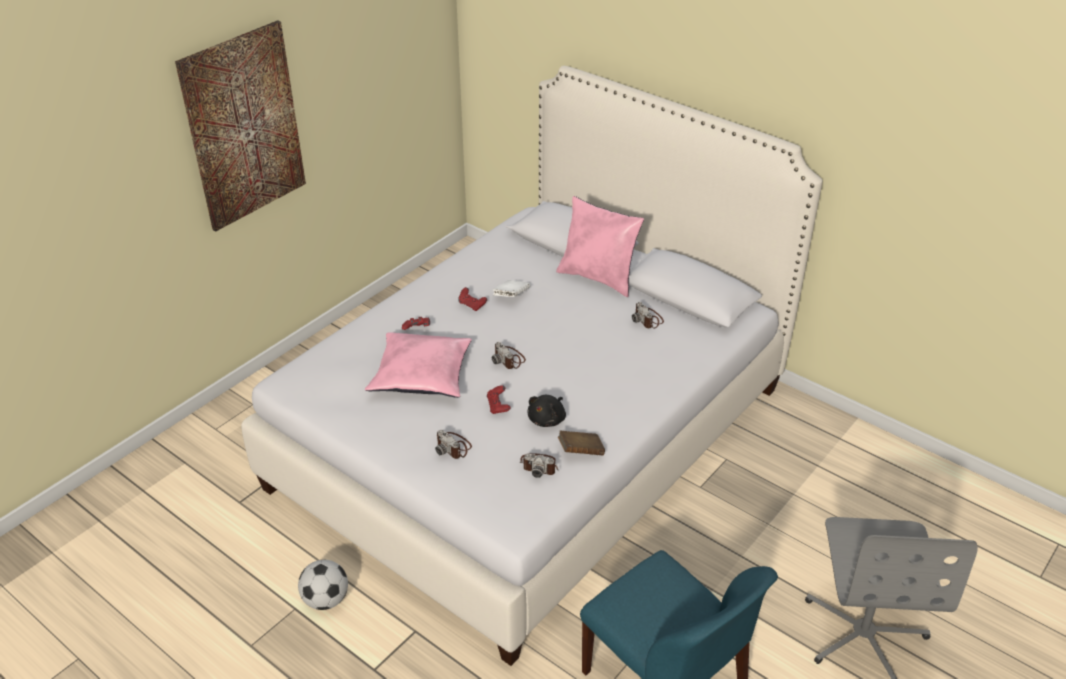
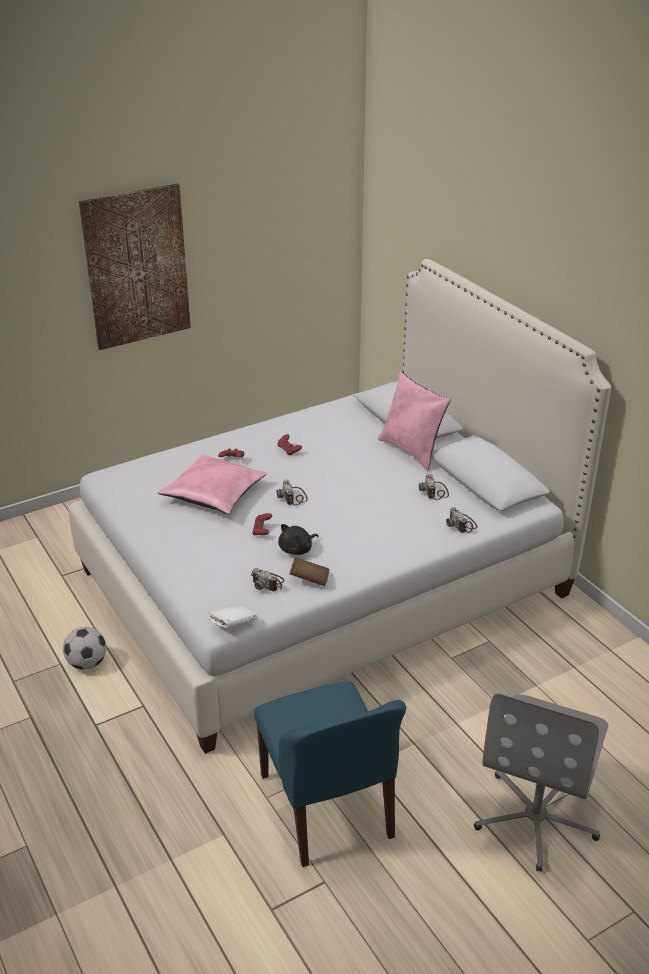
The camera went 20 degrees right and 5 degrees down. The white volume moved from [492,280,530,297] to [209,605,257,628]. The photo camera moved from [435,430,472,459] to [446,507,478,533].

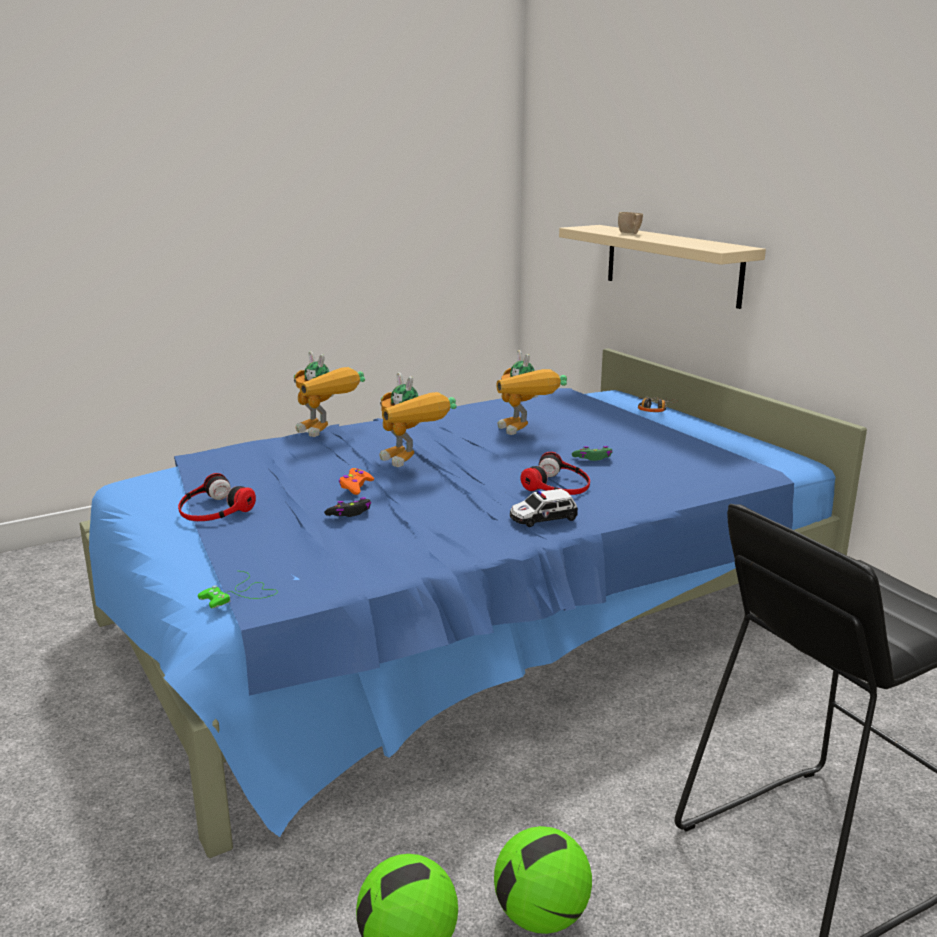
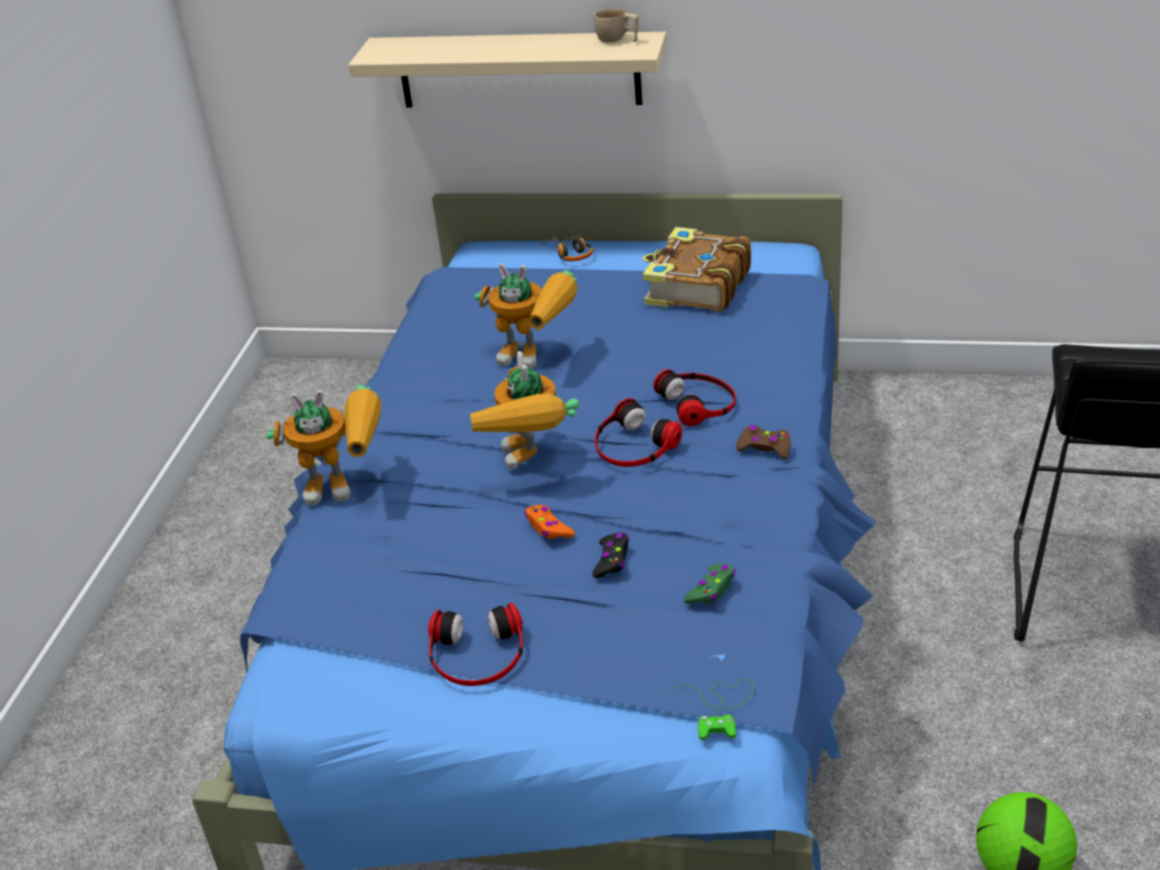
The camera went 45 degrees left and 15 degrees up. The toy robot at [380,372,456,467] turned 75 degrees clockwise. The sand-coloured cup moved from [618,212,643,234] to [594,9,639,43]. The headset at [595,398,682,467] appeared. The volume at [642,227,751,312] appeared. The greenish game controller moved from [572,446,612,461] to [684,564,735,604]. The toy car at [510,489,578,527] was replaced by the brown-coloured game controller at [736,425,791,459]. The football ball at [494,826,592,934] disappeared.

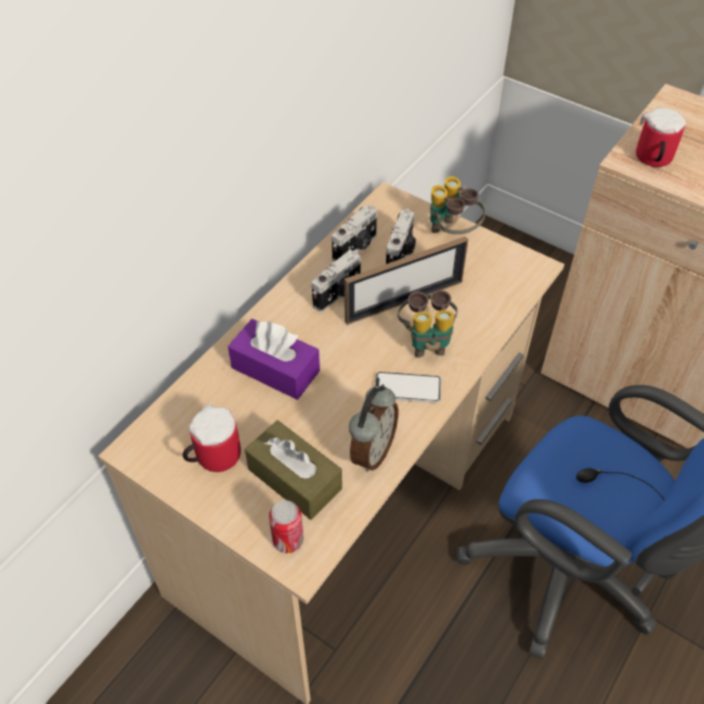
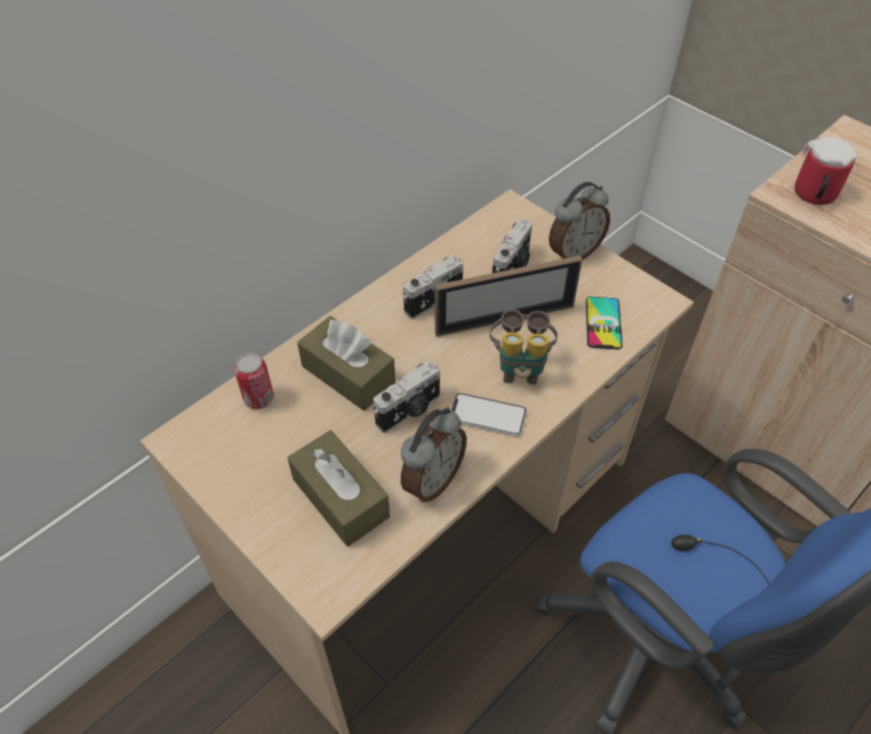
The camera went 10 degrees right and 0 degrees up. The sealed can moved from [269,500,304,553] to [234,353,274,409]. The purple-coloured tissue box at [228,319,320,400] became the brown-coloured tissue box at [297,316,396,411]. The photo camera moved from [332,205,377,262] to [373,361,440,433]. The pair of binoculars at [430,176,486,234] was replaced by the bedside clock at [549,182,610,259]. The phone at [586,297,622,349] appeared. The tea mug at [183,404,241,472] disappeared.

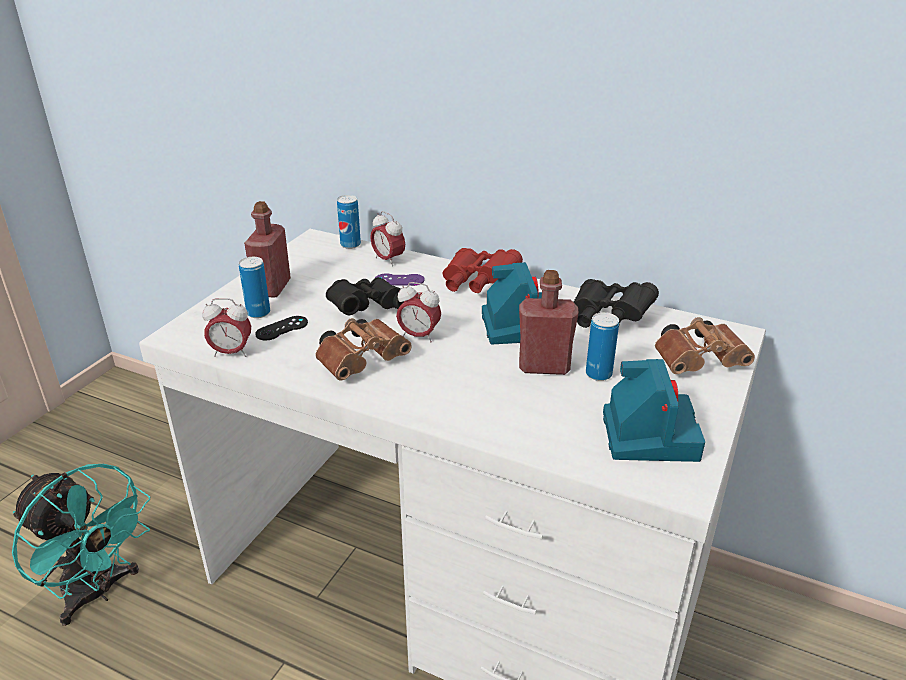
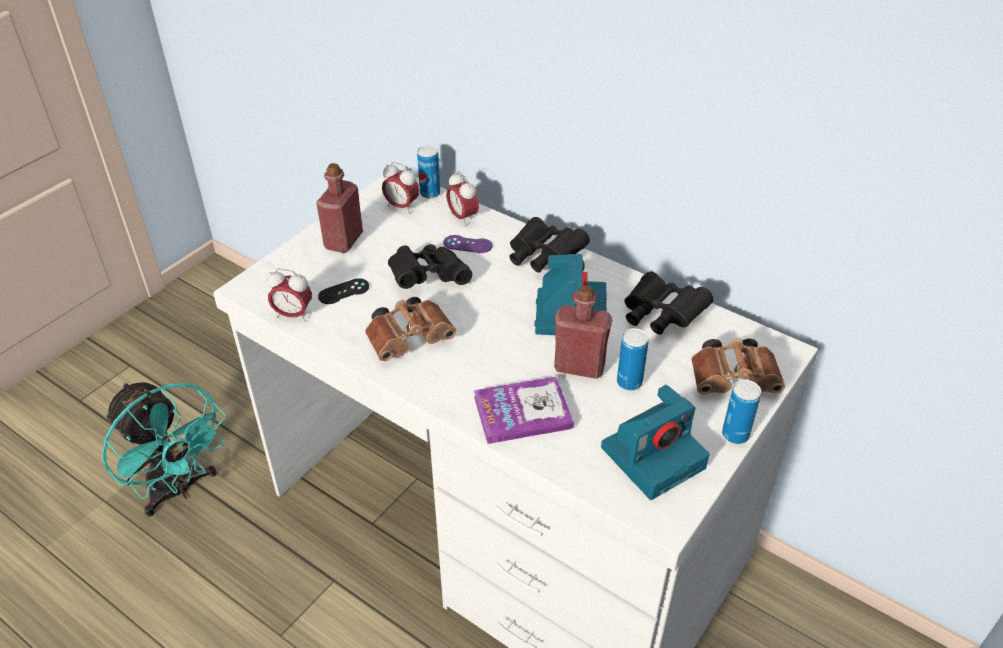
The camera went 10 degrees right and 10 degrees up. The bedside clock moved from [396,282,441,342] to [382,162,419,214]. The volume at [474,376,574,444] appeared. The red-coloured pair of binoculars at [443,248,523,293] became the black pair of binoculars at [509,217,590,273]. The photo camera at [603,359,705,462] turned 45 degrees clockwise. The sealed can moved from [239,257,270,318] to [722,380,761,444].

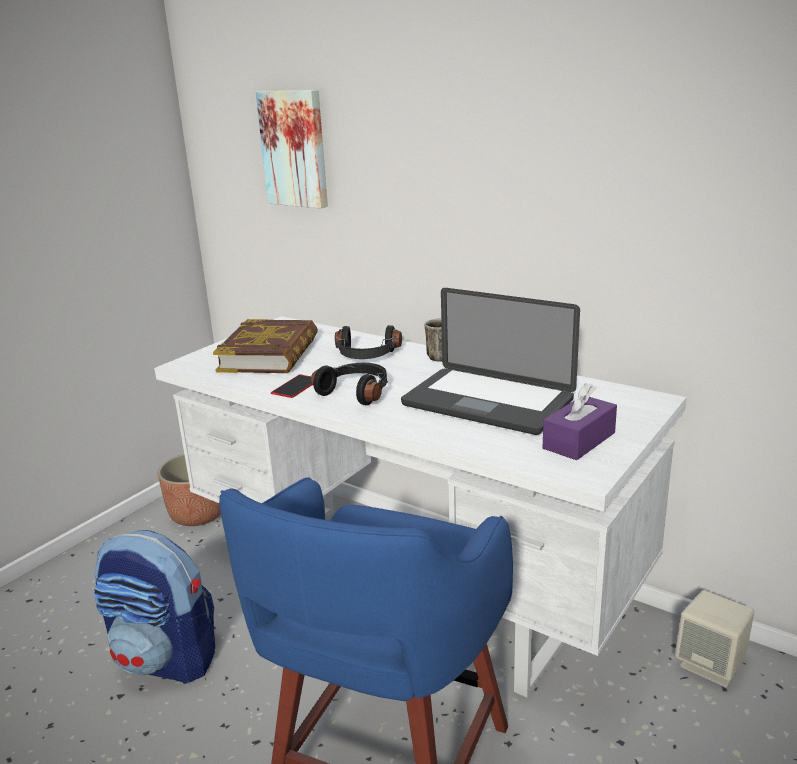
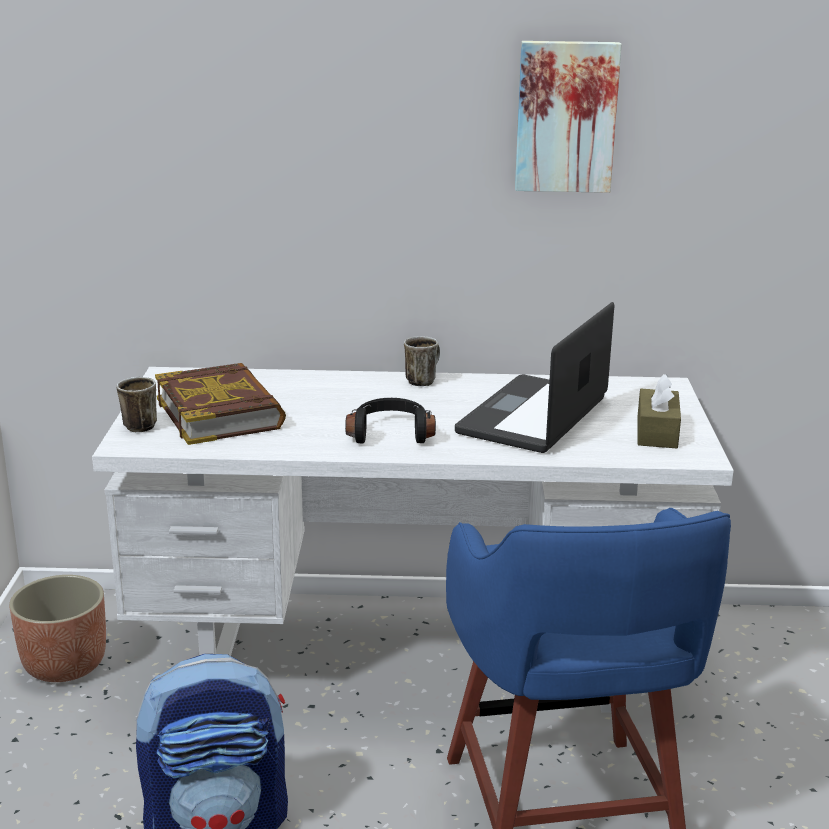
The camera went 35 degrees left and 0 degrees up. The tea mug at [116,377,157,432] appeared. The notebook computer at [401,288,580,435] turned 120 degrees clockwise. The picture moved from [256,90,328,209] to [515,41,622,193]. The purple-coloured tissue box at [543,383,617,460] became the brown-coloured tissue box at [637,374,681,448]. The phone at [271,374,312,398] disappeared. The black headset at [335,325,402,359] disappeared. The sand-coloured loudspeaker at [675,590,754,687] disappeared.

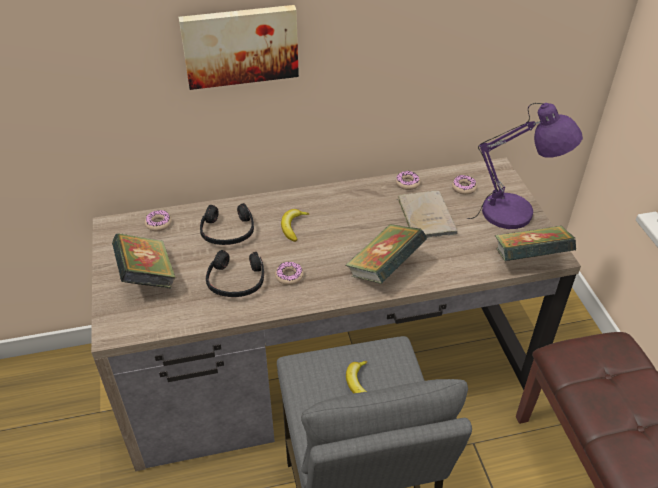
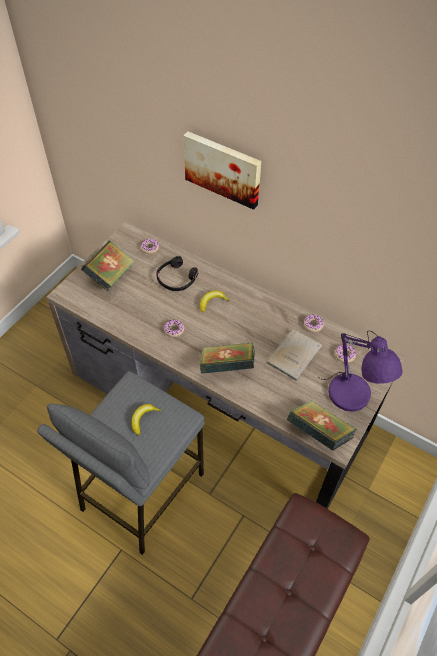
The camera went 45 degrees right and 10 degrees up. The black headset at [206,250,264,297] disappeared.

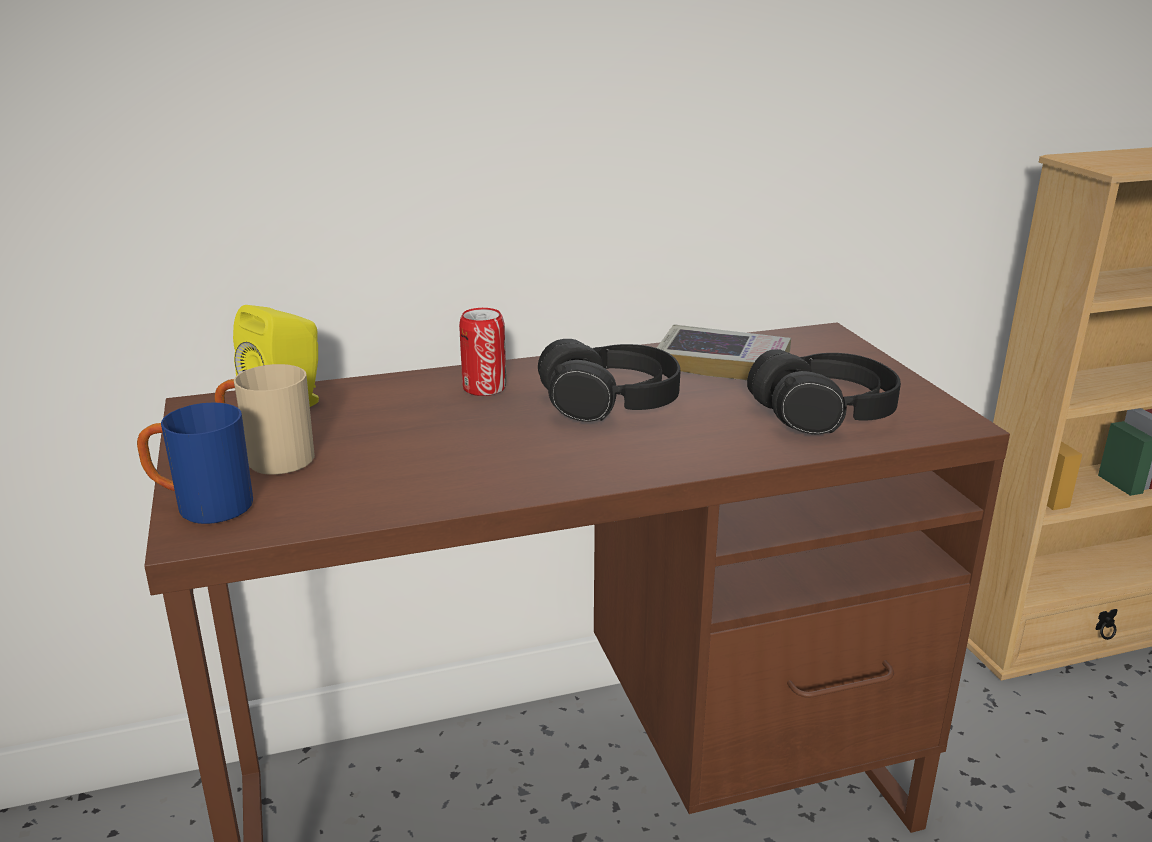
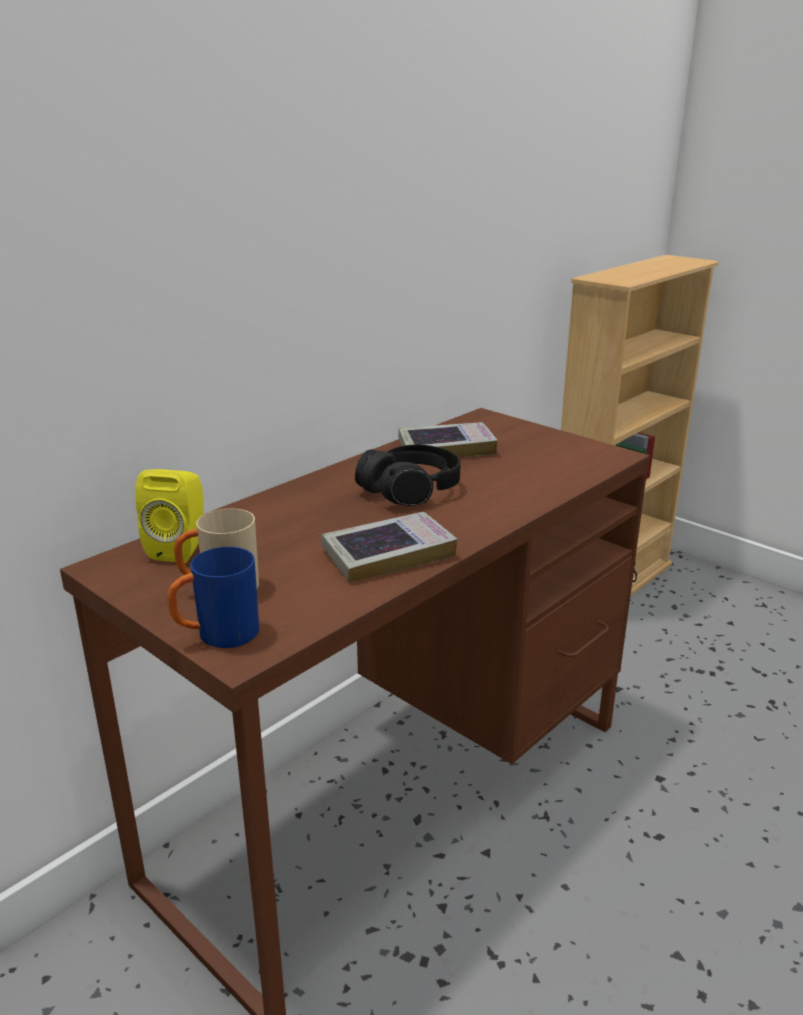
The camera went 30 degrees left and 0 degrees up. The volume at [322,512,457,583] appeared. The sealed can at [459,308,506,396] disappeared. The black headset at [747,349,901,435] disappeared.

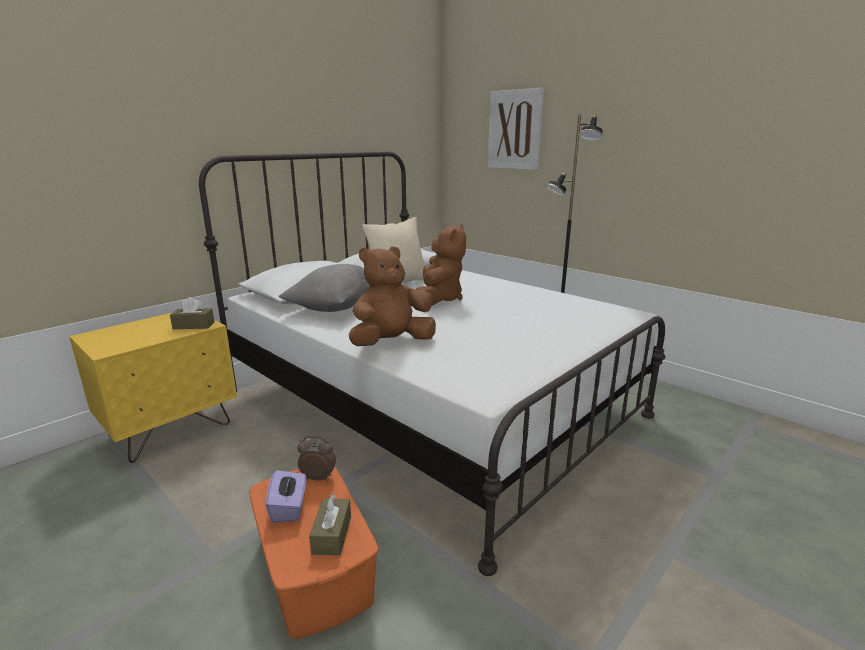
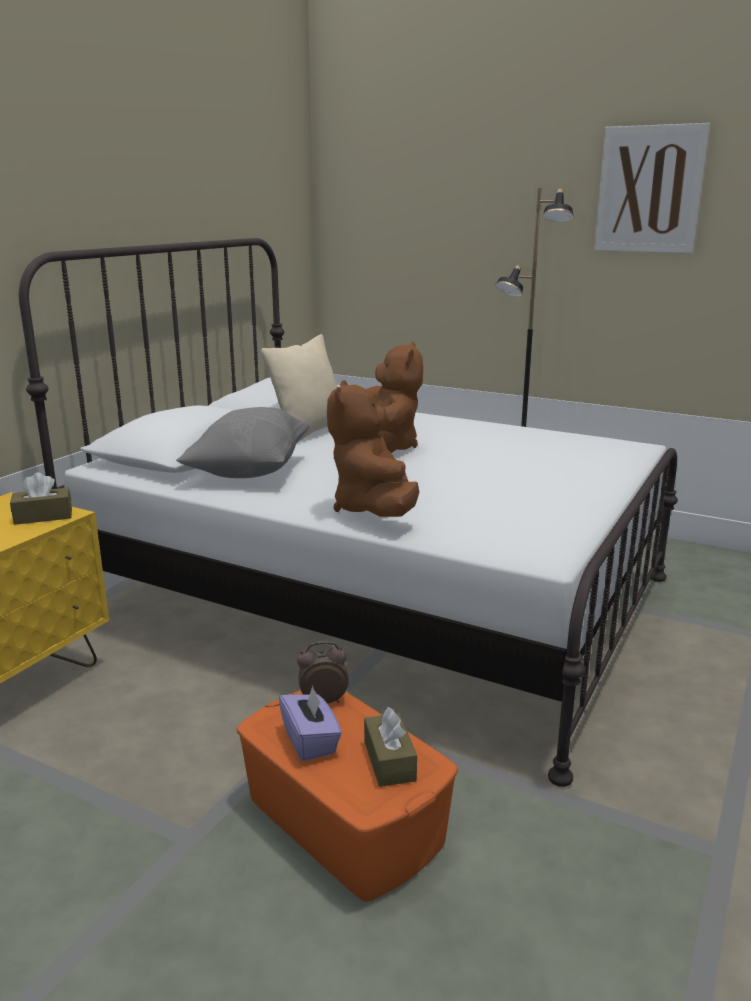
The camera went 15 degrees left and 0 degrees up. The brown-coloured plush toy at [349,246,436,346] turned 45 degrees counterclockwise. The picture moved from [488,88,544,170] to [594,123,710,254].

